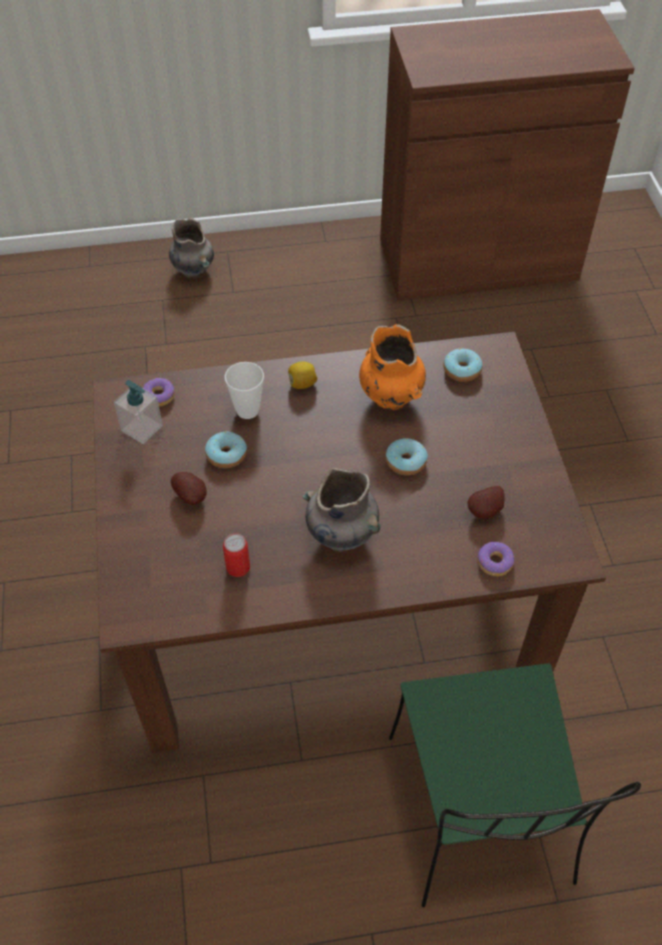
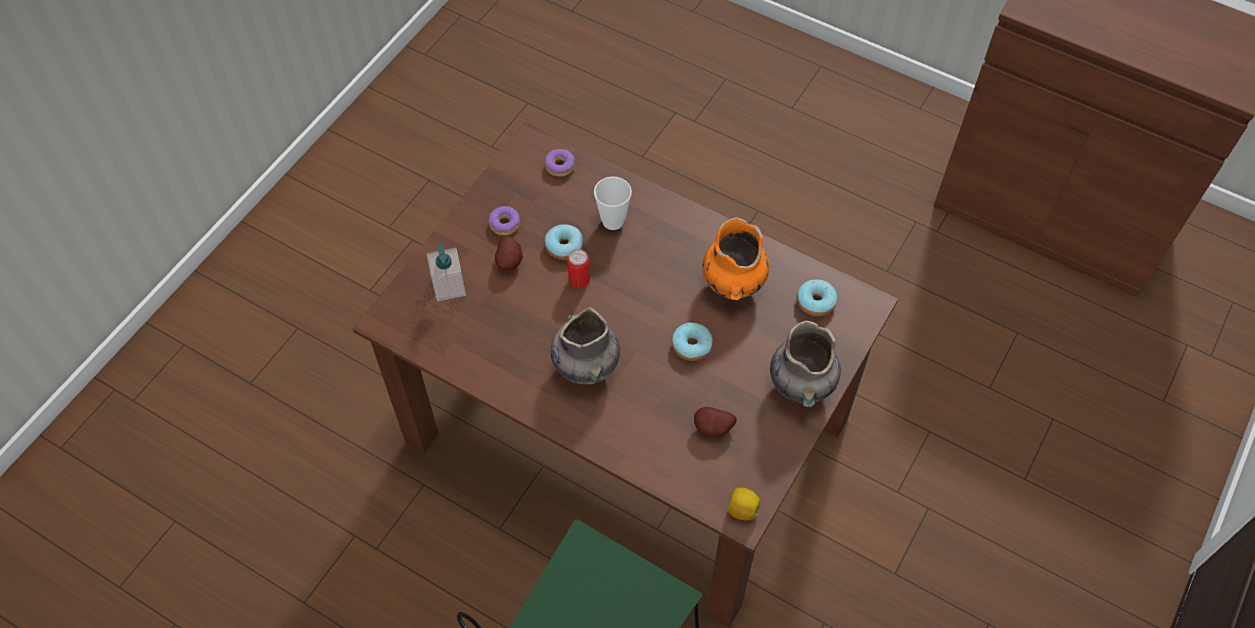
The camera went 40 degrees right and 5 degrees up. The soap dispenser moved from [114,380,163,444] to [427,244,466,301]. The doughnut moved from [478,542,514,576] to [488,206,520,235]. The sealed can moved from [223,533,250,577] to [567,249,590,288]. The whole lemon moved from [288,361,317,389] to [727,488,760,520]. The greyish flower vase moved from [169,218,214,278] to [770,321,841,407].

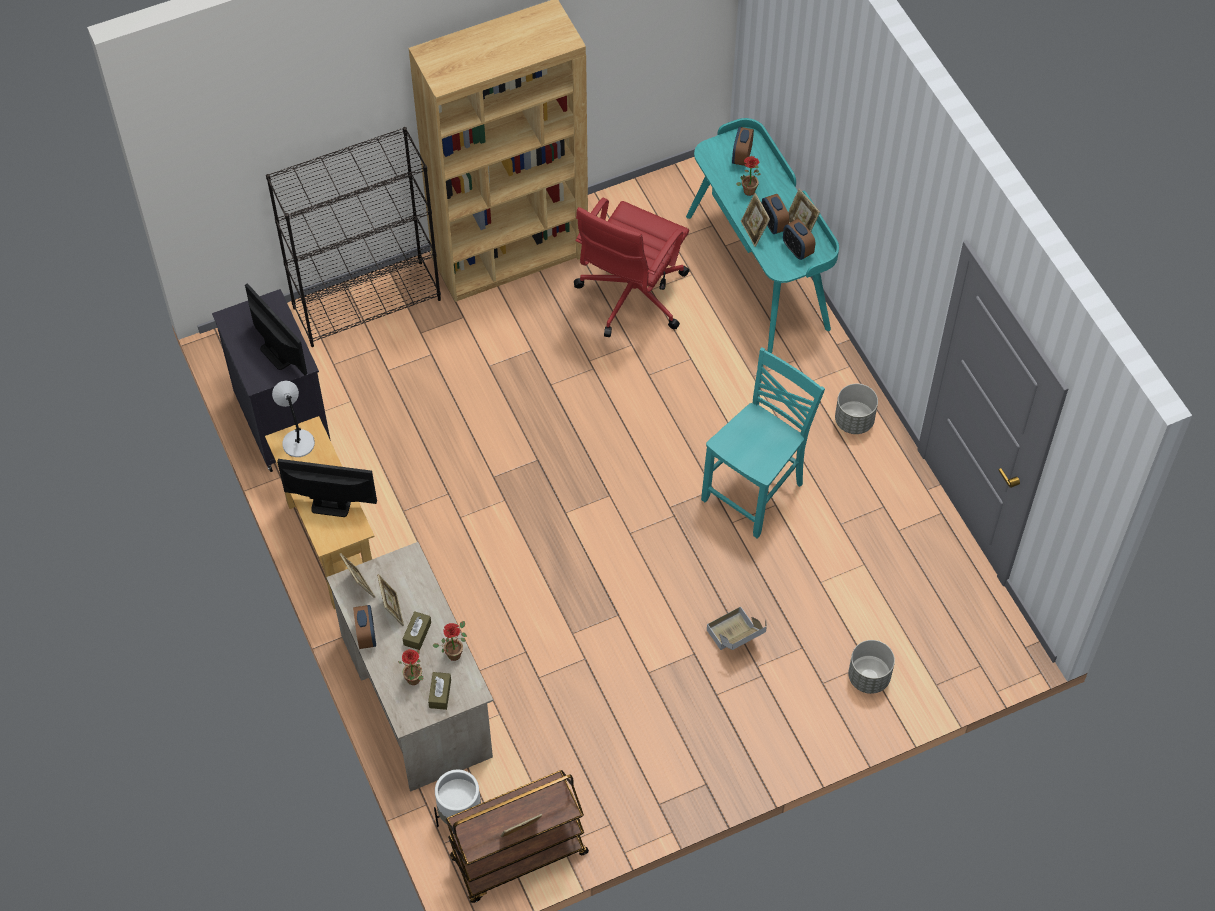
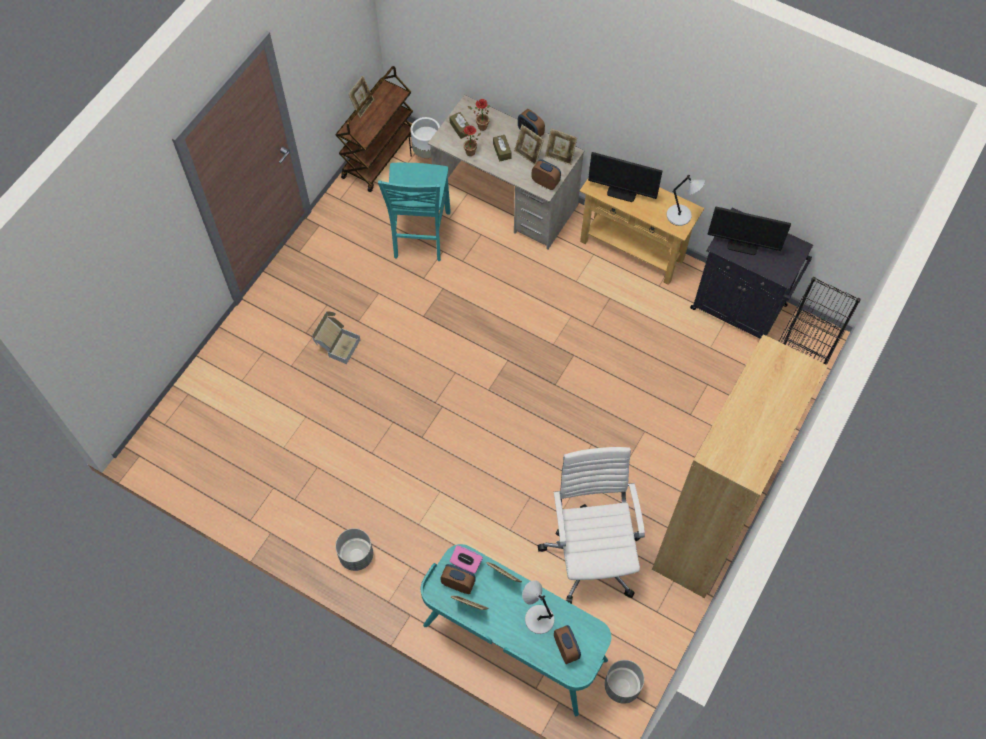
The camera went 145 degrees right and 5 degrees up. The turquoise-coloured plain chair moved from [701,347,825,539] to [378,163,451,261]. The pink tissue box at [450,545,483,574] appeared. The houseplant at [736,156,761,196] was replaced by the greyish table lamp at [522,580,554,634]. The bedside clock moved from [762,194,789,234] to [531,159,561,190]. The red-coloured desk chair at [574,197,690,337] became the white desk chair at [538,447,645,604]. The computer display at [277,459,377,517] turned 45 degrees clockwise. The greyish flower pot moved from [848,640,895,694] to [604,660,644,704].

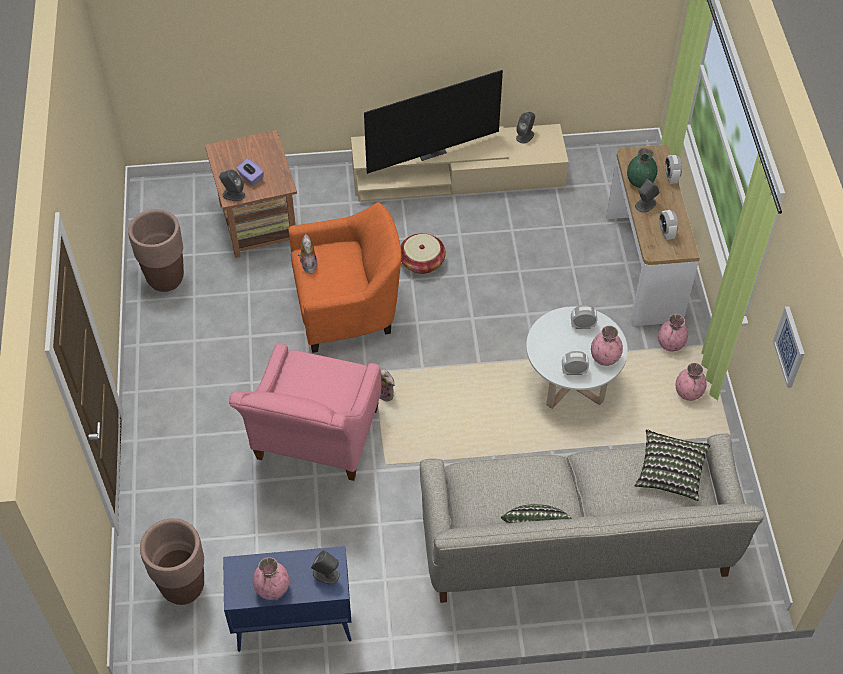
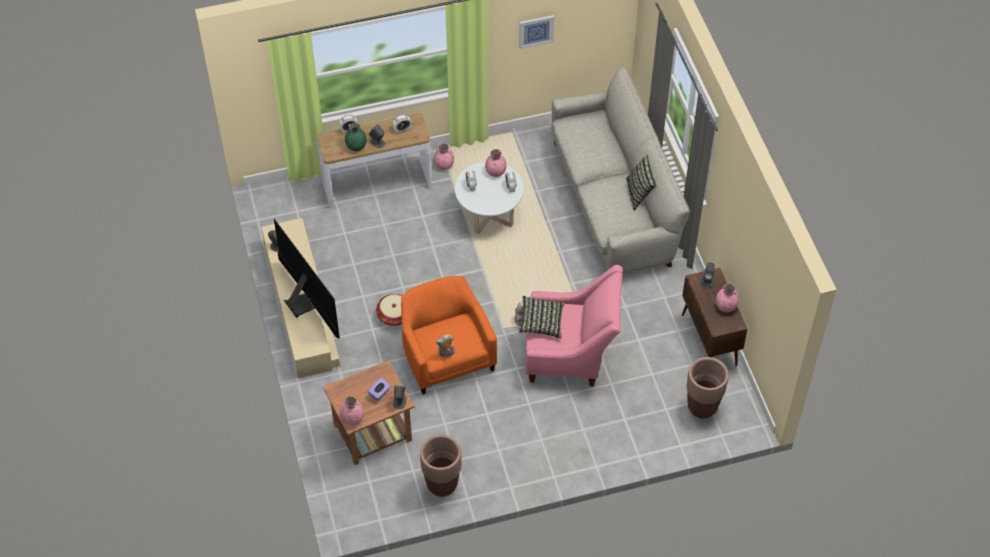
The camera went 100 degrees left and 0 degrees up. The pink flower vase moved from [675,363,707,401] to [340,396,364,425]. The cushion moved from [635,429,710,501] to [519,296,564,338]. The blue cabinet at [223,546,351,652] became the brown-coloured cabinet at [682,268,748,367].

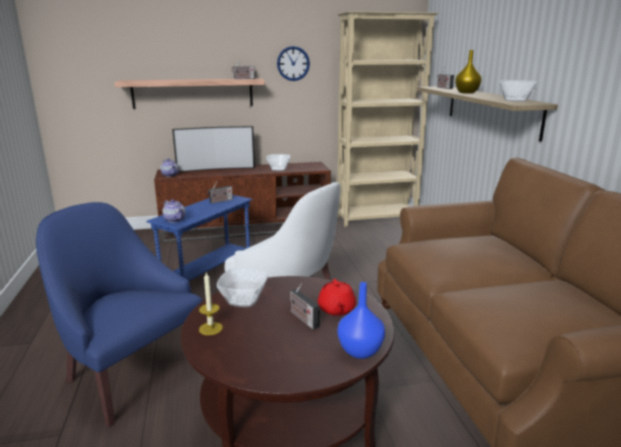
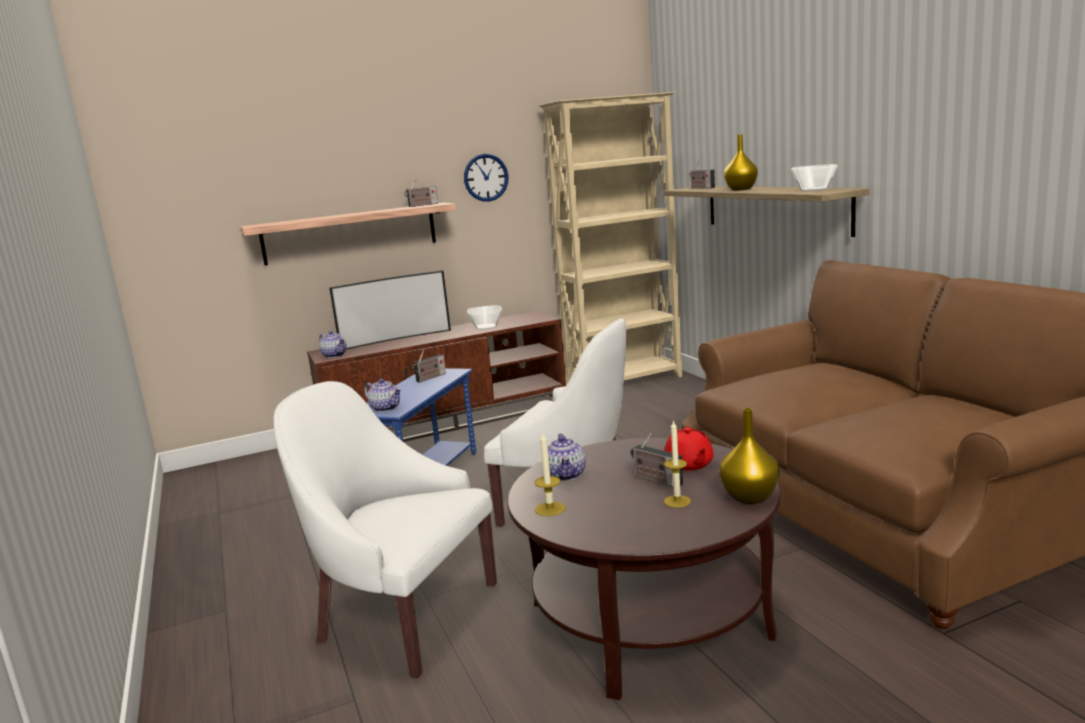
The camera went 10 degrees left and 5 degrees down. The blue easy chair at [36,202,202,427] became the white easy chair at [274,381,497,679]. The serving bowl at [217,268,268,307] was replaced by the pot for tea at [548,434,586,481]. The wax candle at [664,420,691,508] appeared. The blue flower vase at [338,282,385,359] became the yellowish flower vase at [720,408,779,504].

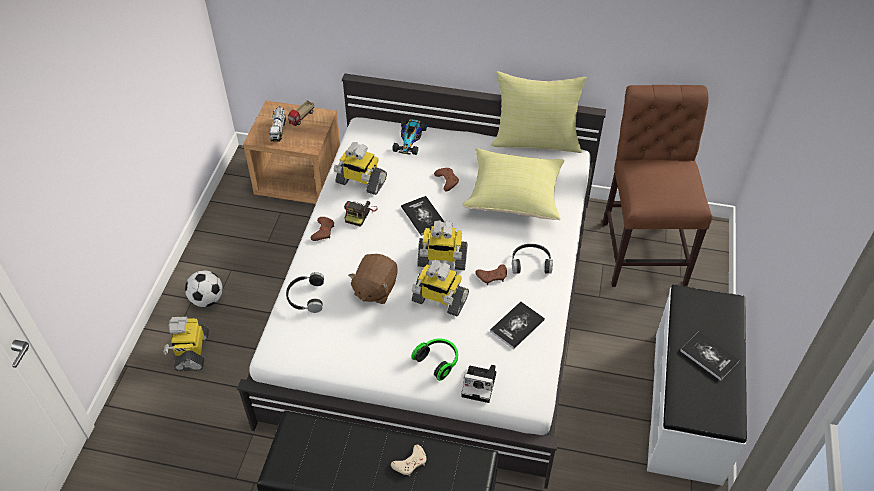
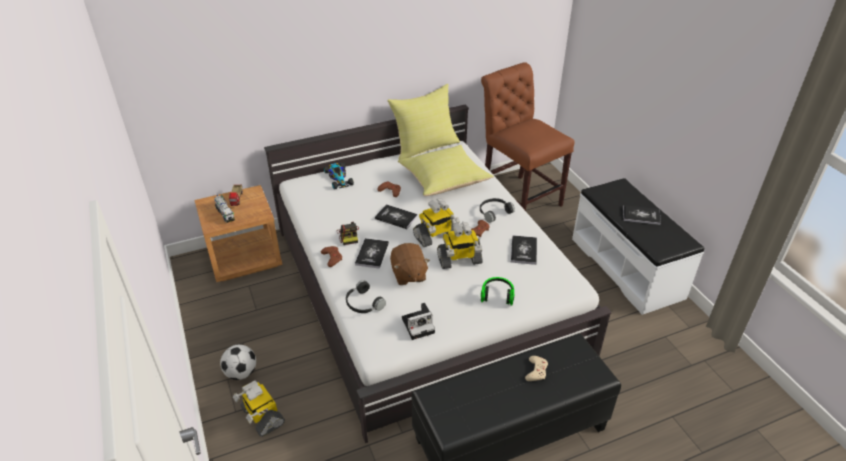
The camera went 35 degrees left and 10 degrees down. The volume at [355,238,389,269] appeared. The photo camera moved from [461,365,496,403] to [402,303,435,340]. The toy robot at [334,142,387,195] disappeared.

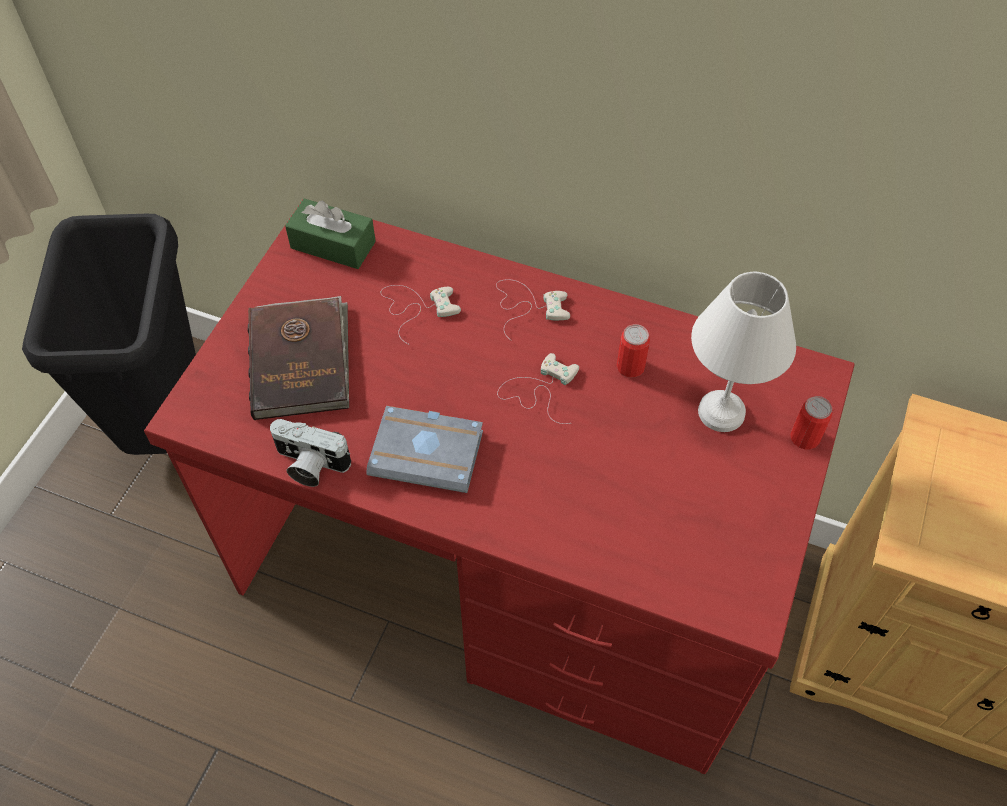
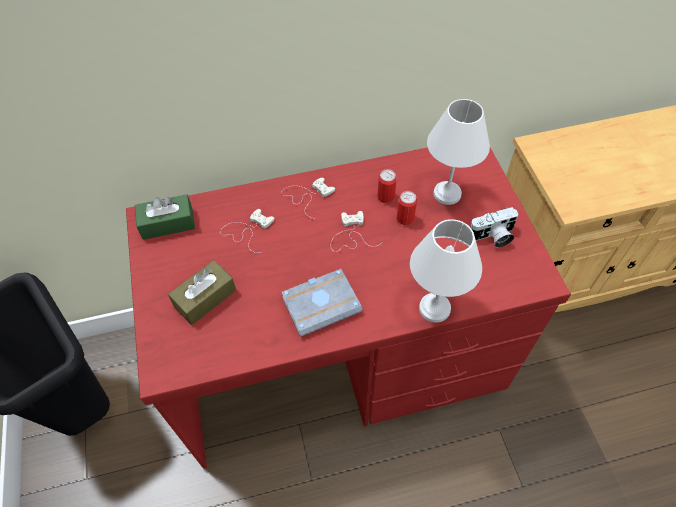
The camera went 35 degrees left and 0 degrees up. The brown-coloured volume at [248,296,349,420] was replaced by the brown-coloured tissue box at [168,260,236,325]. The sealed can moved from [790,396,832,450] to [397,191,417,225]. The white table lamp at [410,219,482,323] appeared. The photo camera moved from [270,419,351,487] to [470,207,518,248].

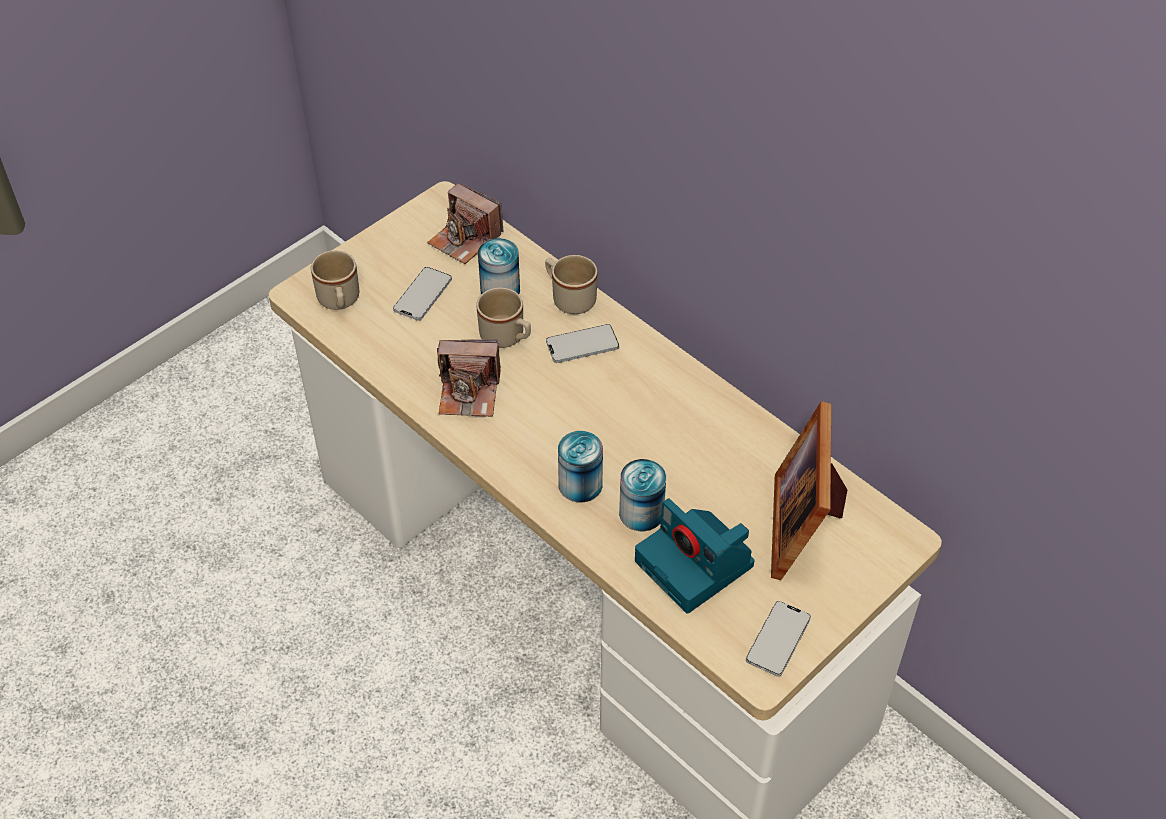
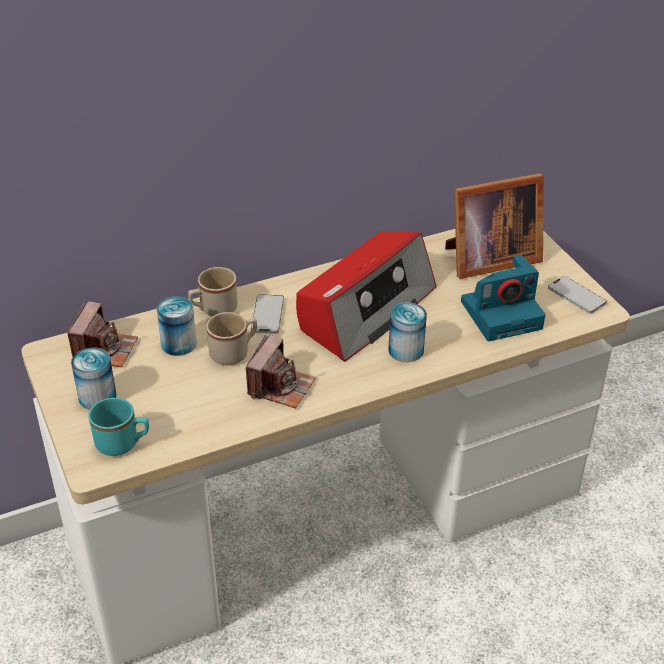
The camera went 70 degrees left and 10 degrees down. The photo camera at [427,183,504,264] turned 45 degrees counterclockwise. The sealed can moved from [619,459,666,532] to [71,348,116,410]. The sand-coloured tea mug at [311,250,359,310] became the turquoise-coloured tea mug at [89,398,149,456]. The radio receiver at [296,231,437,362] appeared. The photo frame at [771,401,847,580] turned 45 degrees counterclockwise. The phone at [393,267,452,321] disappeared.

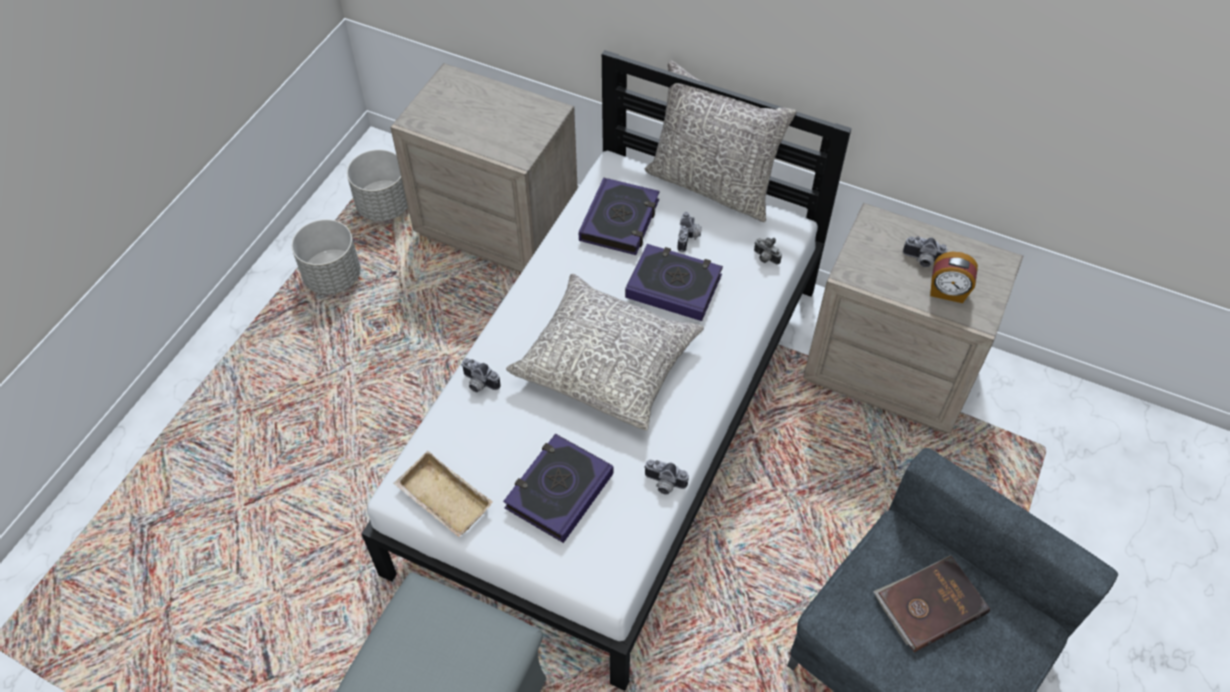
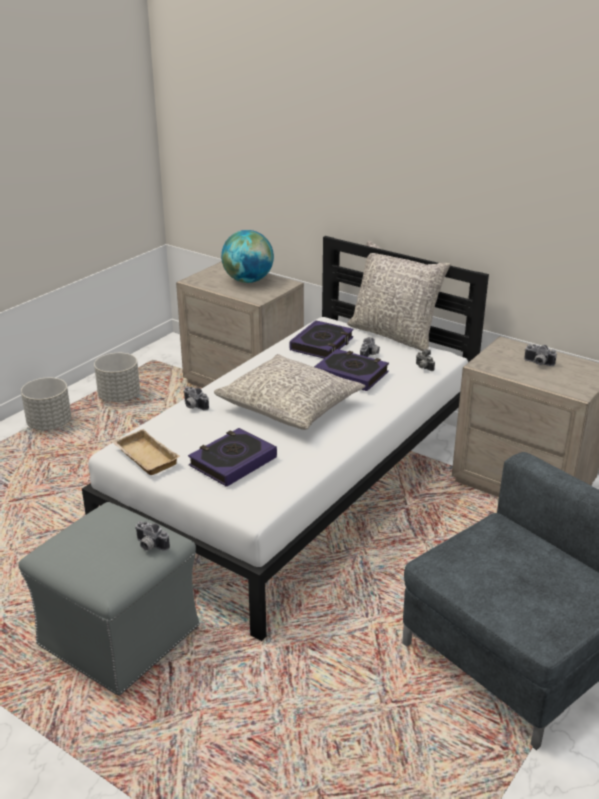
The camera went 10 degrees right and 25 degrees down. The greyish flower pot moved from [347,150,408,221] to [21,378,71,430]. The photo camera moved from [644,460,689,495] to [135,521,170,551]. The world globe at [221,230,274,283] appeared. The brown-coloured volume at [873,556,990,652] disappeared. The bedside clock at [930,252,978,303] disappeared.

